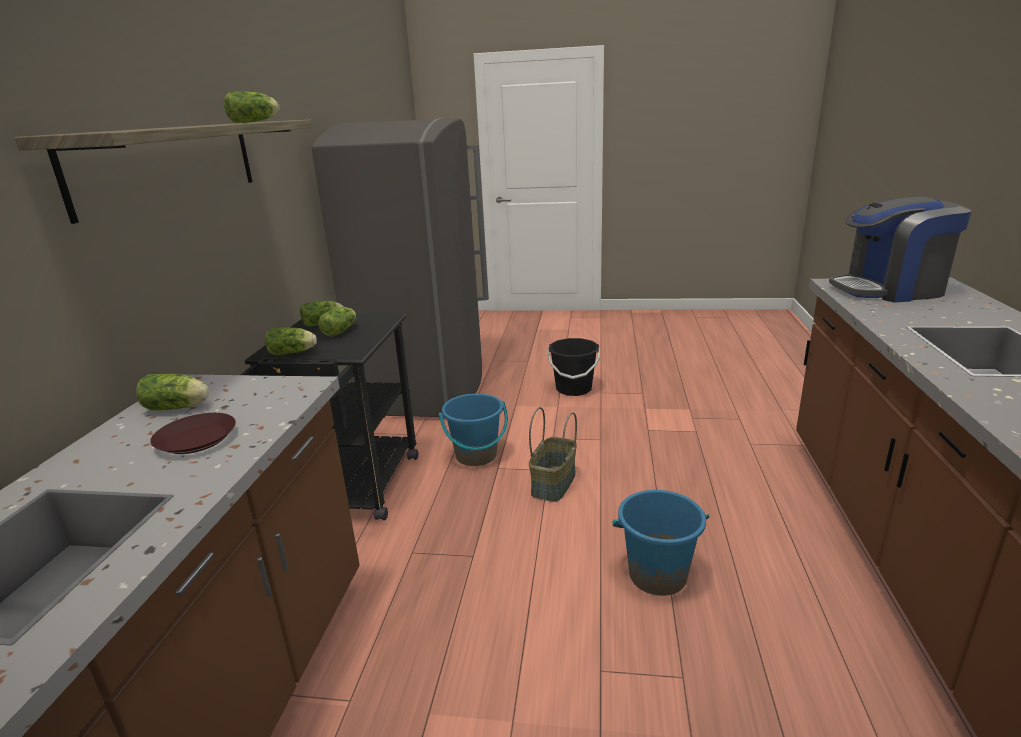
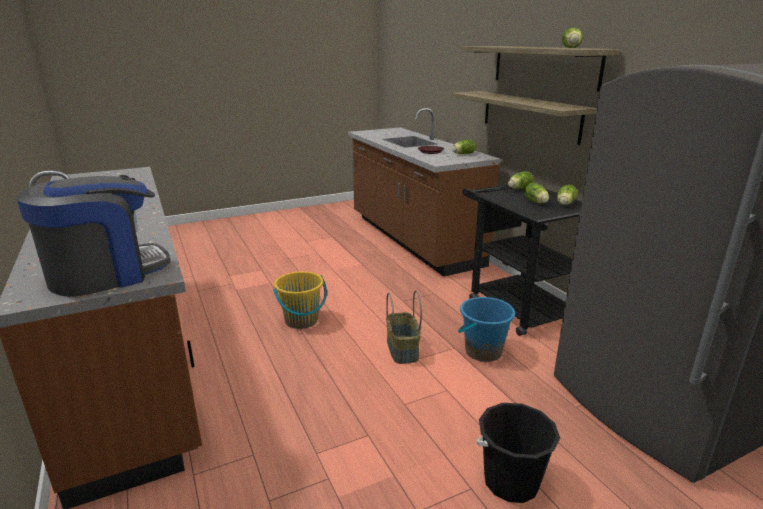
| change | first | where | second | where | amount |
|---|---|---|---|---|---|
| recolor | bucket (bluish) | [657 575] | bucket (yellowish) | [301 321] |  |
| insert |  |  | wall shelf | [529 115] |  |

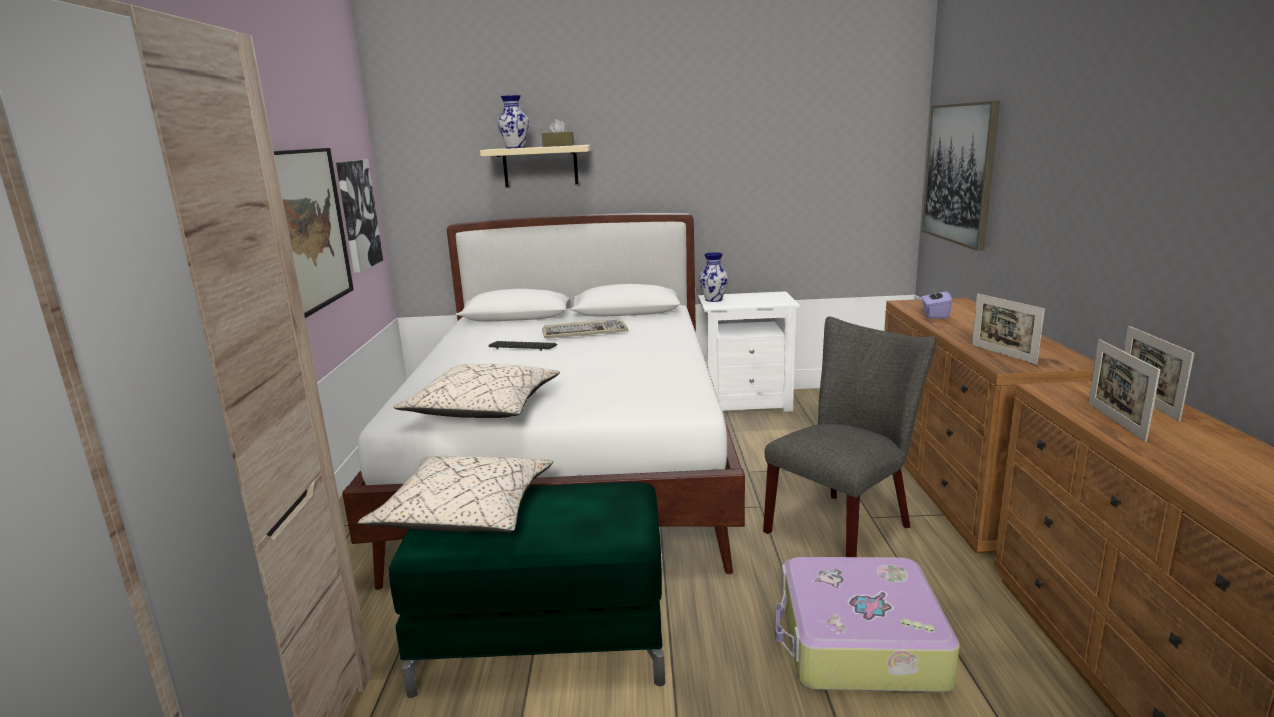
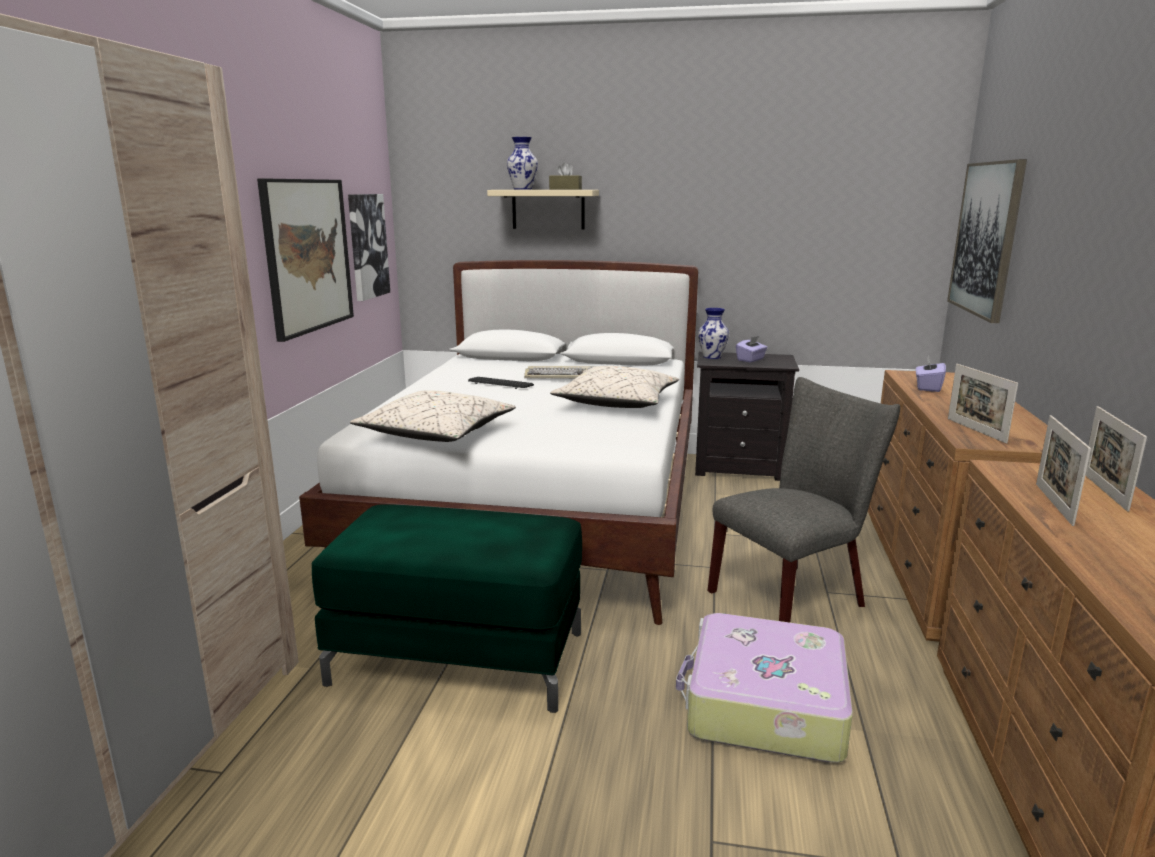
| change | first | where | second | where | amount |
|---|---|---|---|---|---|
| move | cushion (beige) | [466 513] |  | [616 403] |  |
| recolor | night table (white-coloured) | [747 402] | night table (black-coloured) | [739 467] |  |
| insert |  |  | tissue box (purple-coloured) | [751 360] |  |

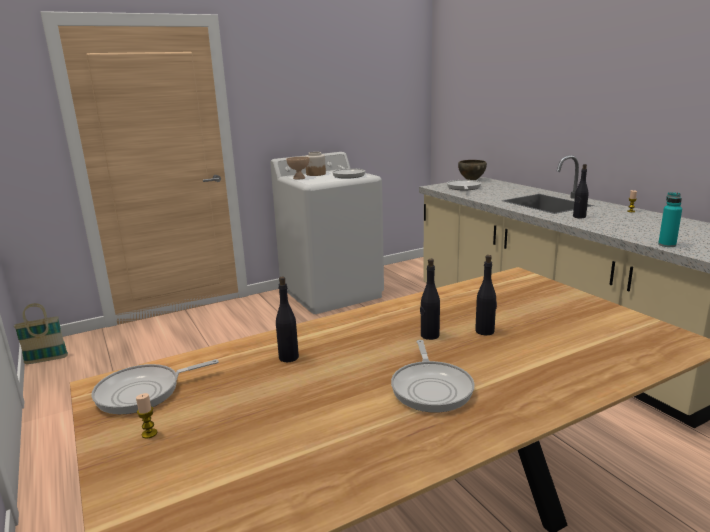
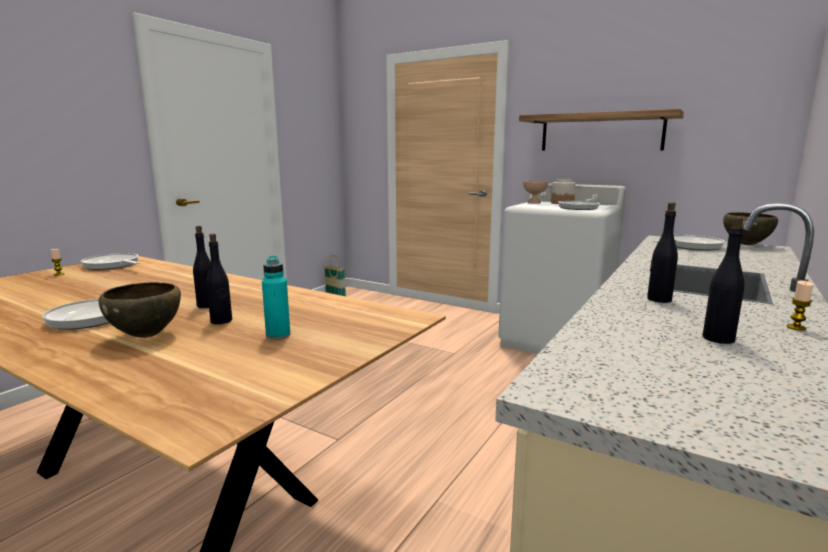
| change | first | where | second | where | amount |
|---|---|---|---|---|---|
| insert |  |  | serving bowl (brownish) | [147 336] |  |
| move | drink bottle (turquoise) | [667 245] |  | [278 335] |  |
| insert |  |  | wall shelf | [600 132] |  |
| move | drink bottle (black-coloured) | [288 357] |  | [718 338] |  |

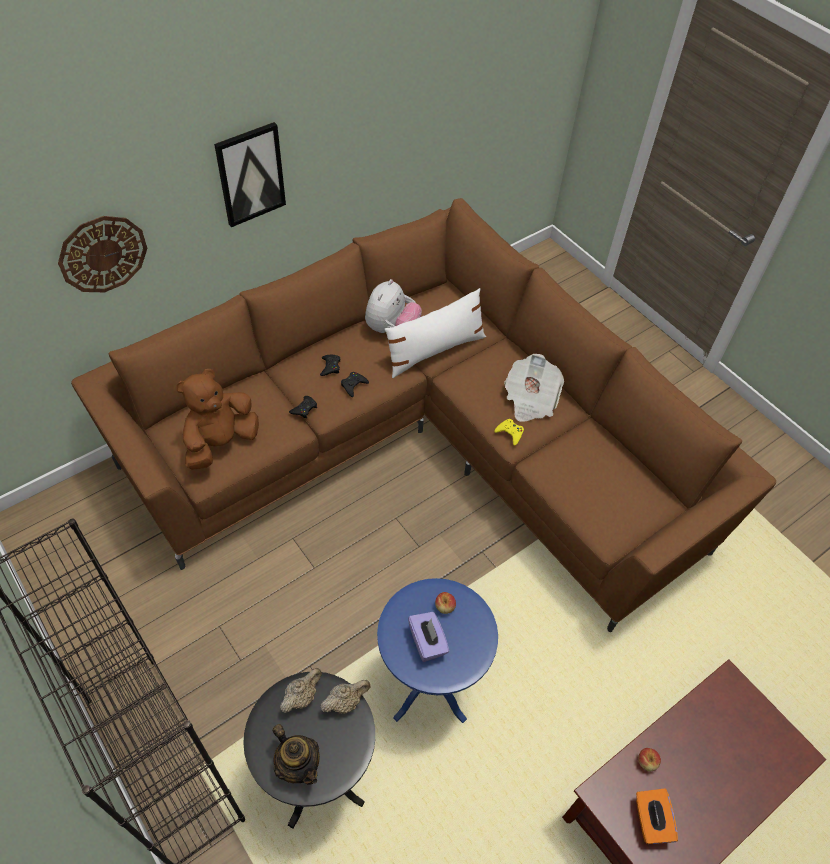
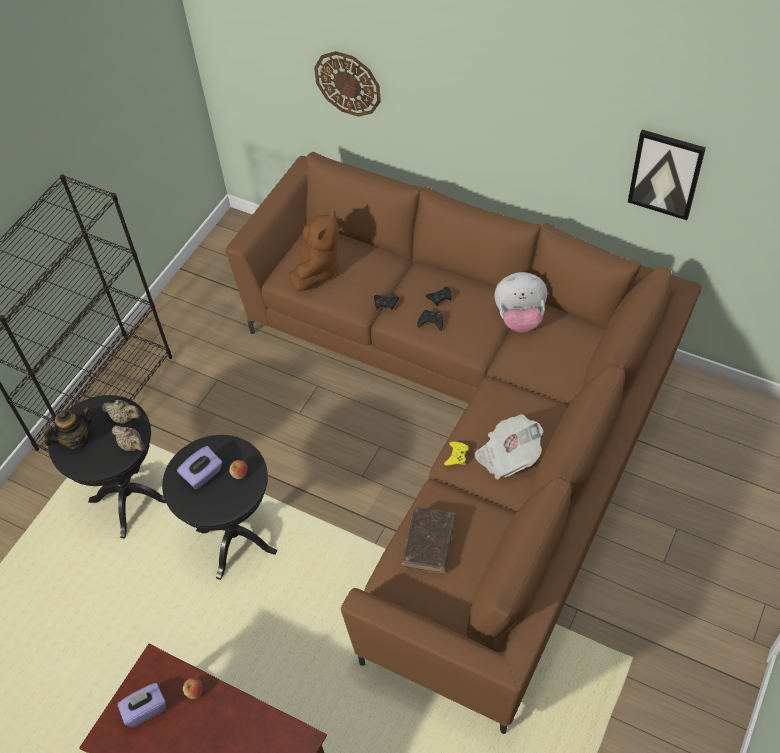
| change | first | where | second | where | amount |
|---|---|---|---|---|---|
| rotate | pot for tea | [298 764] |  | [75 440] | 150 degrees counterclockwise |
| recolor | tissue box (orange-coloured) | [650 820] | tissue box (purple-coloured) | [145 709] |  |
| recolor | end table (bluish) | [429 686] | end table (black-coloured) | [236 541] |  |
| rotate | soft toy (brownish) | [220 443] |  | [317 270] | 90 degrees clockwise |
| insert |  |  | bound book (brownish) | [429 543] |  |
| move | wall picture | [250 174] |  | [666 174] |  |
| delete | cushion (white-coloured) | [435 350] |  |  |  |

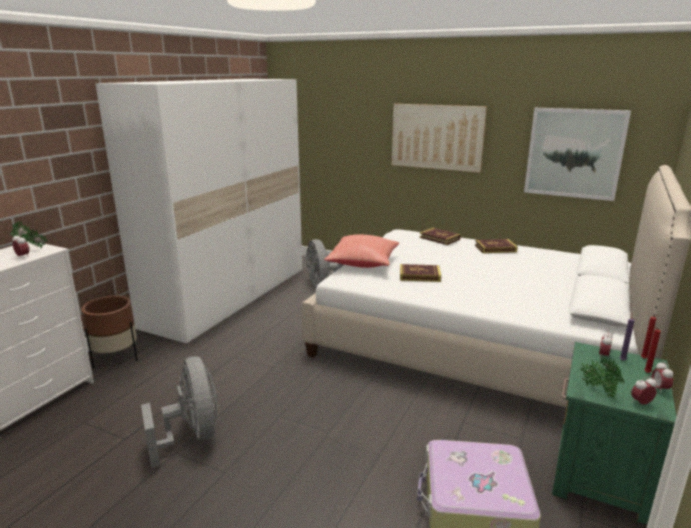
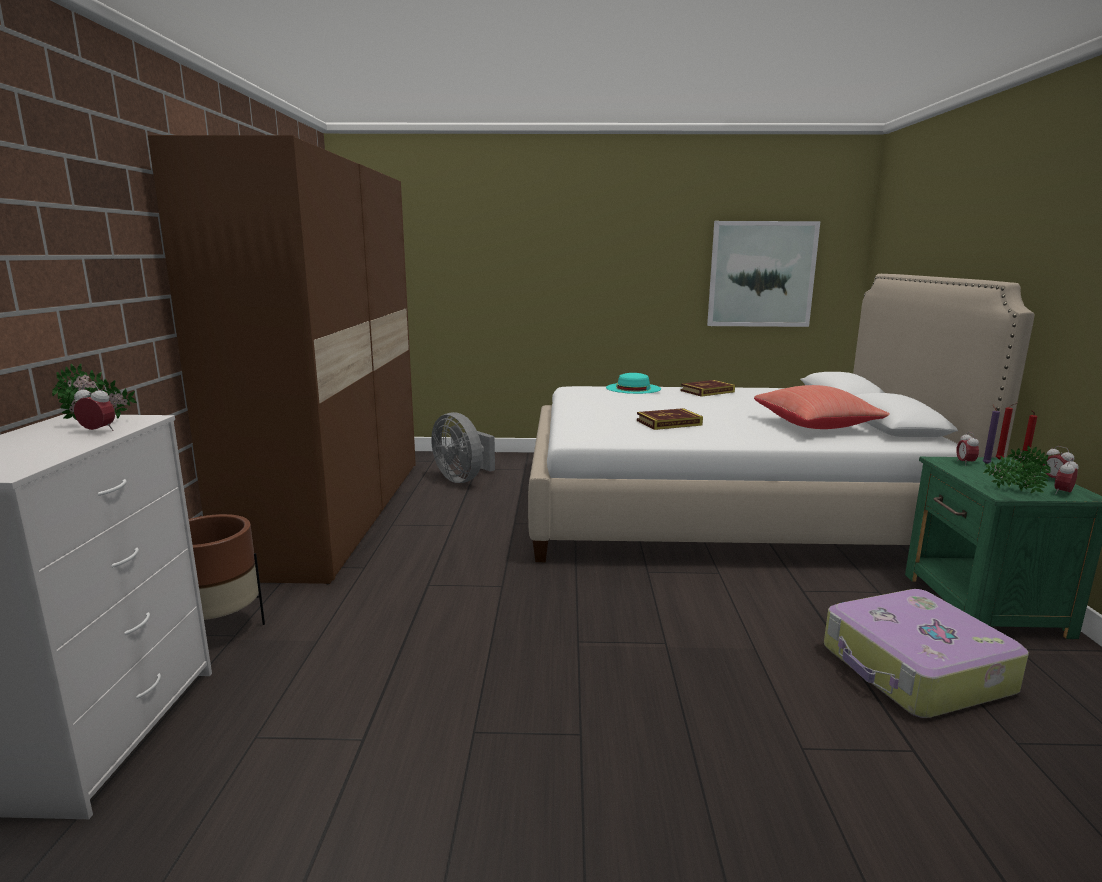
| change | first | where | second | where | amount |
|---|---|---|---|---|---|
| recolor | wardrobe (white-coloured) | [229 296] | wardrobe (brownish) | [335 513] |  |
| replace | bound book | [439 238] | clothing hat (turquoise) | [633 388] |  |
| move | cushion (red-coloured) | [363 264] |  | [817 426] |  |
| delete | fan (greyish) | [192 435] |  |  |  |
| delete | wall picture | [437 137] |  |  |  |

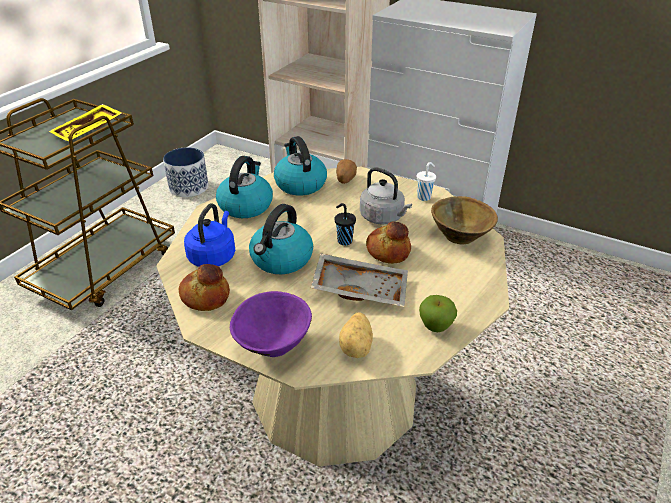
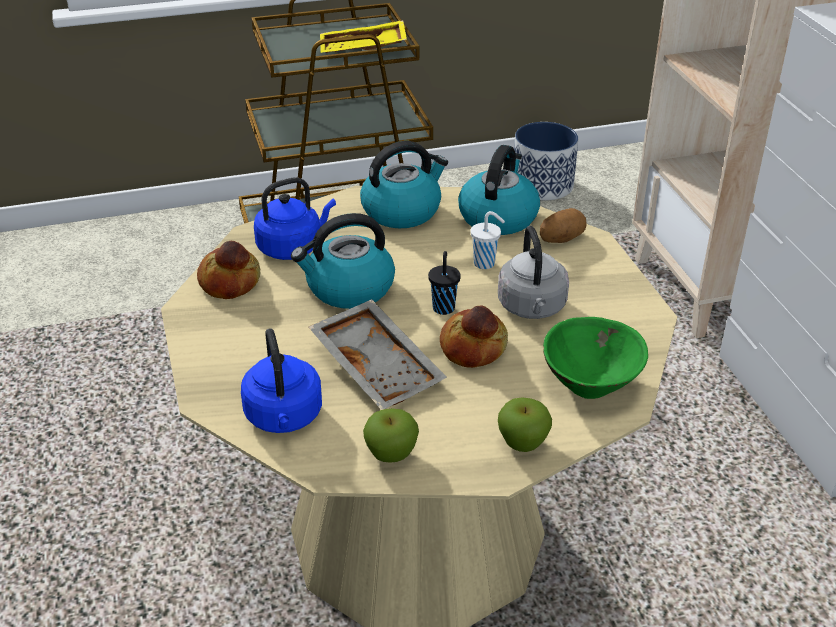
| change | first | where | second | where | amount |
|---|---|---|---|---|---|
| replace | spud | [357 347] | tea kettle (bluish) | [284 418] |  |
| move | cup (white-coloured) | [424 197] |  | [485 263] |  |
| insert |  |  | apple | [523 443] |  |
| recolor | serving bowl (brownish) | [460 236] | serving bowl (green) | [590 385] |  |
| delete | serving bowl (purple-coloured) | [274 343] |  |  |  |

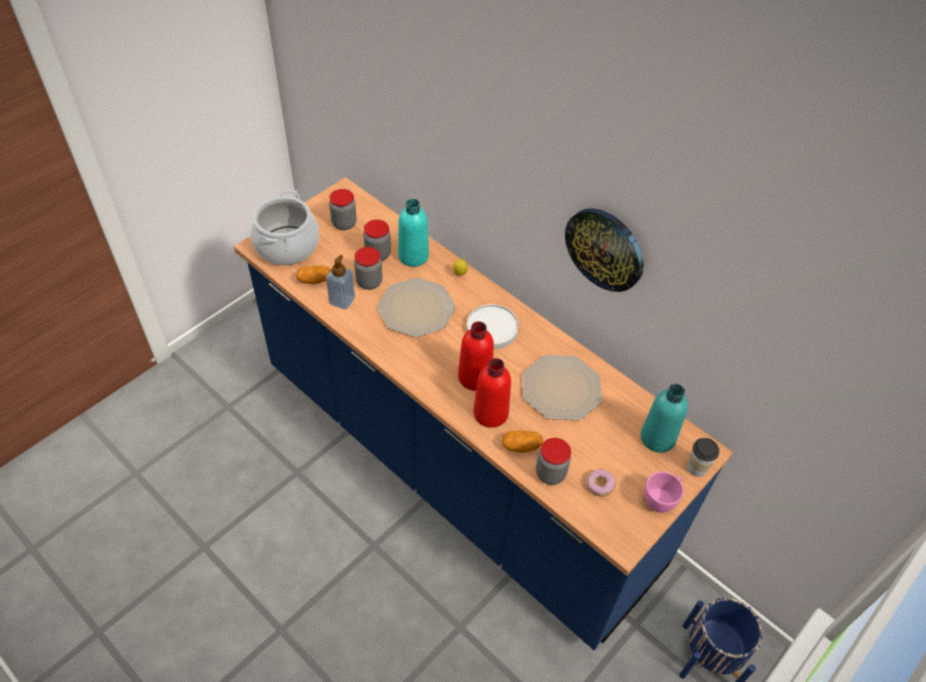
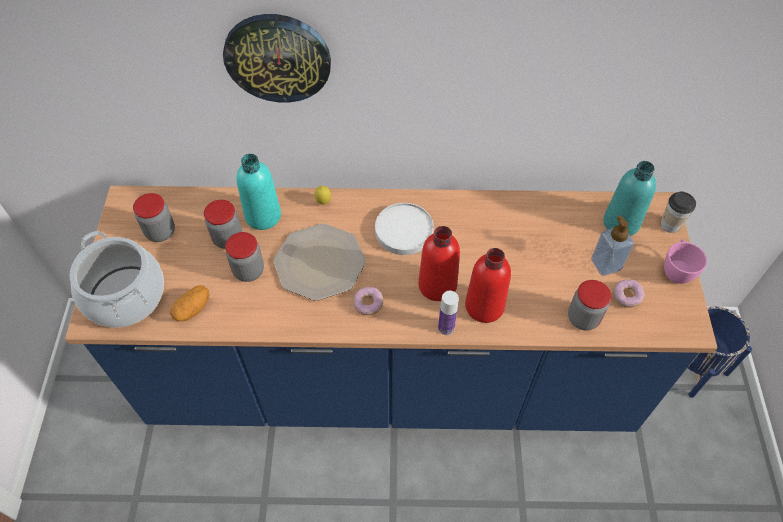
| change | first | where | second | where | amount |
|---|---|---|---|---|---|
| move | hanging clock | [605 249] |  | [277 57] |  |
| insert |  |  | donut | [368 304] |  |
| insert |  |  | drink bottle | [446 328] |  |
| move | soap dispenser | [342 300] |  | [606 264] |  |
| delete | spud | [521 446] |  |  |  |
| delete | dinner plate | [560 388] |  |  |  |

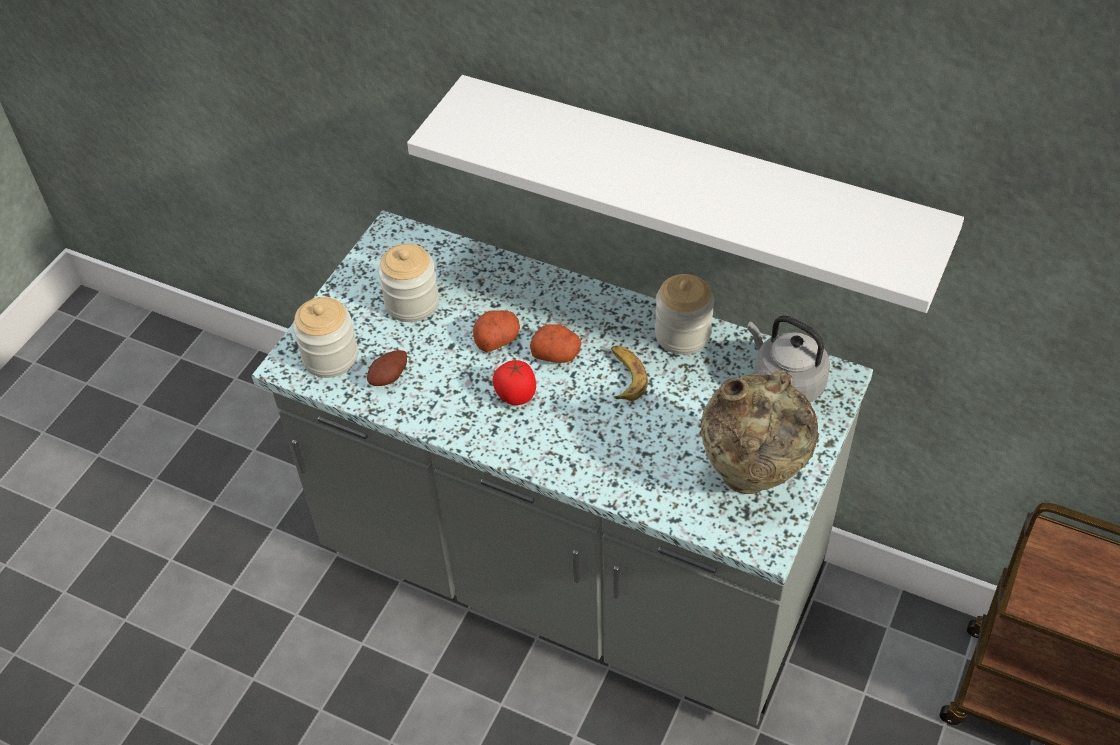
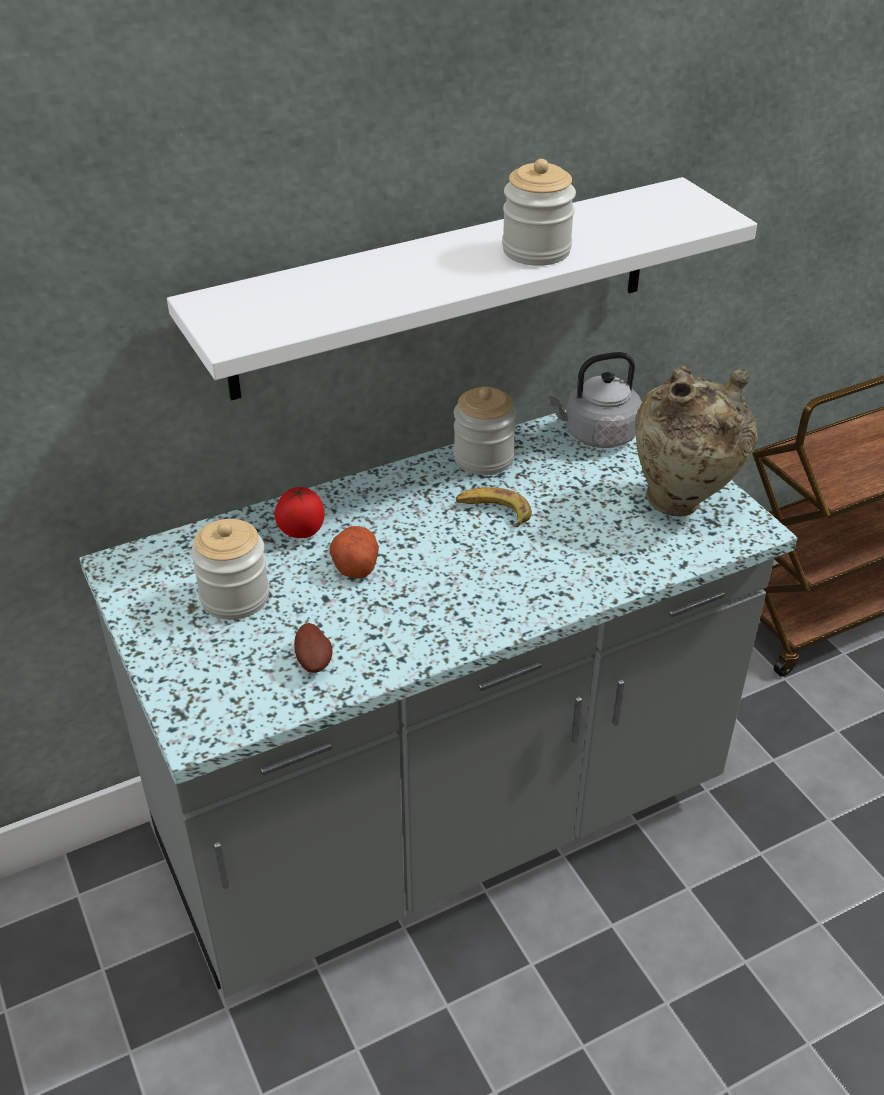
| change | first | where | second | where | amount |
|---|---|---|---|---|---|
| move | whole tomato | [516 396] |  | [301 532] |  |
| move | jar | [330 357] |  | [536 251] |  |
| delete | spud | [557 354] |  |  |  |

